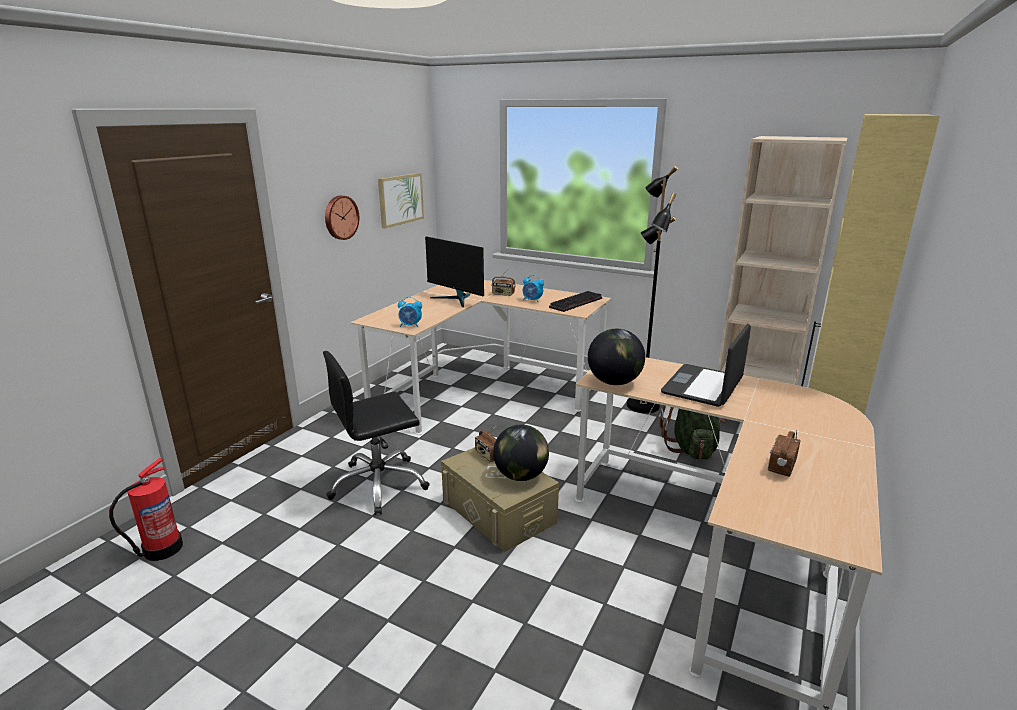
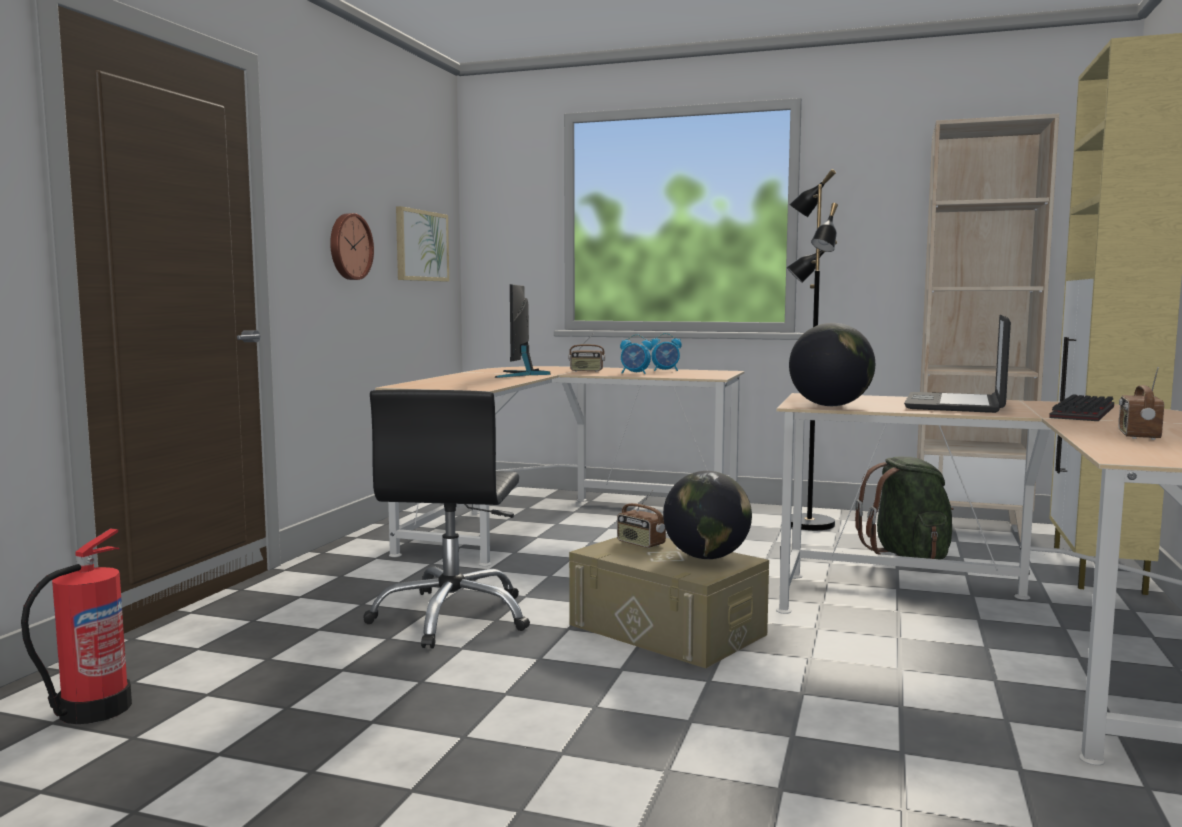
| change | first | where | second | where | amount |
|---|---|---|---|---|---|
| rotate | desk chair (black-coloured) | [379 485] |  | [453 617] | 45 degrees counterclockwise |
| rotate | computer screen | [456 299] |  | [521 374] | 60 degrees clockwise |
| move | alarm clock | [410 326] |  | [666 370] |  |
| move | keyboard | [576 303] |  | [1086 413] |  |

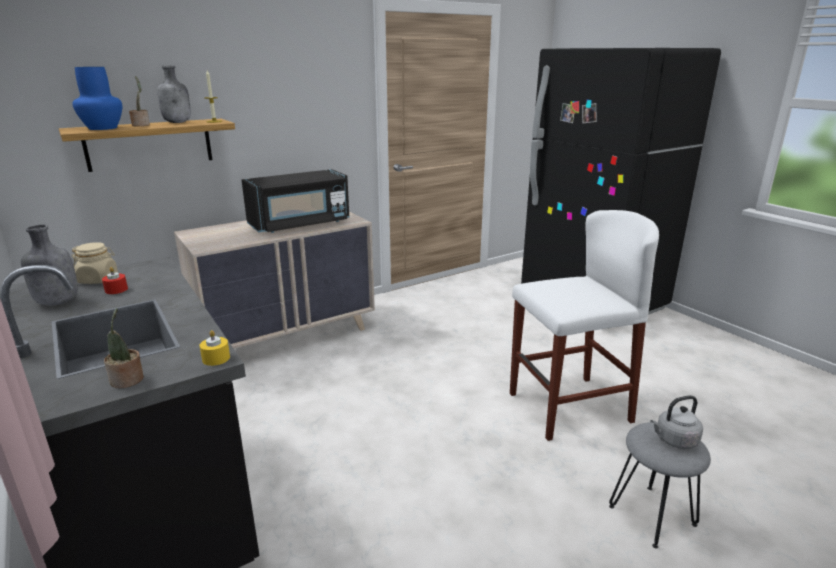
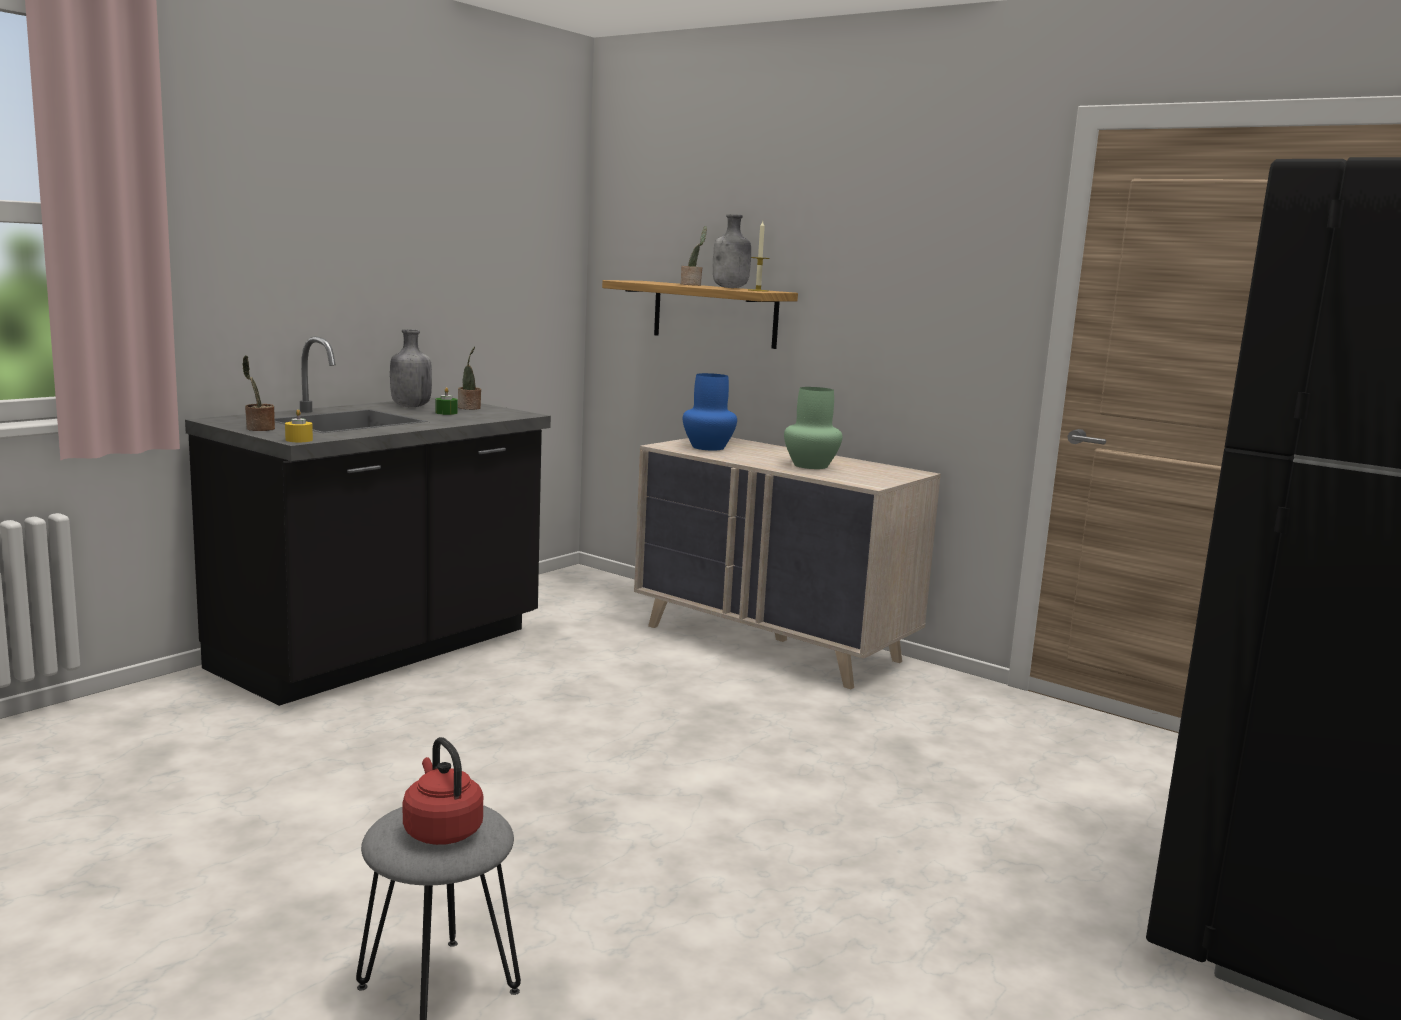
| change | first | where | second | where | amount |
|---|---|---|---|---|---|
| recolor | tea kettle (greyish) | [674 440] | tea kettle (red-coloured) | [441 830] |  |
| recolor | wax candle (red-coloured) | [116 290] | wax candle (green) | [446 413] |  |
| replace | jar (beige) | [98 279] | houseplant | [469 408] |  |
| move | vase (bluish) | [102 128] |  | [708 447] |  |
| replace | microwave oven (black-coloured) | [300 224] | vase (green) | [811 465] |  |
| delete | stool (white-coloured) | [569 407] |  |  |  |

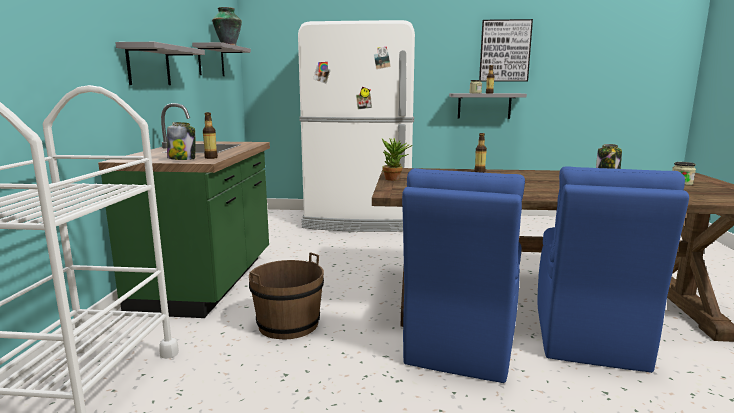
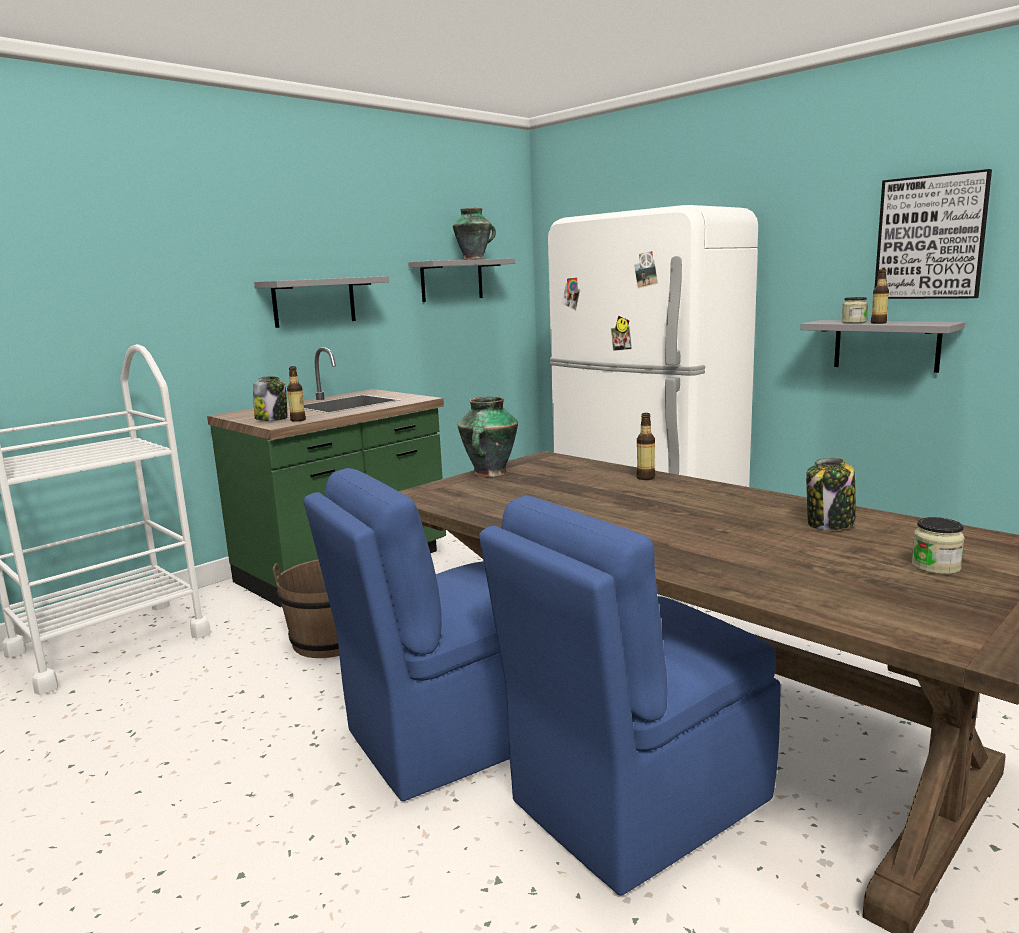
| change | first | where | second | where | amount |
|---|---|---|---|---|---|
| replace | houseplant | [395 179] | vase | [489 473] |  |

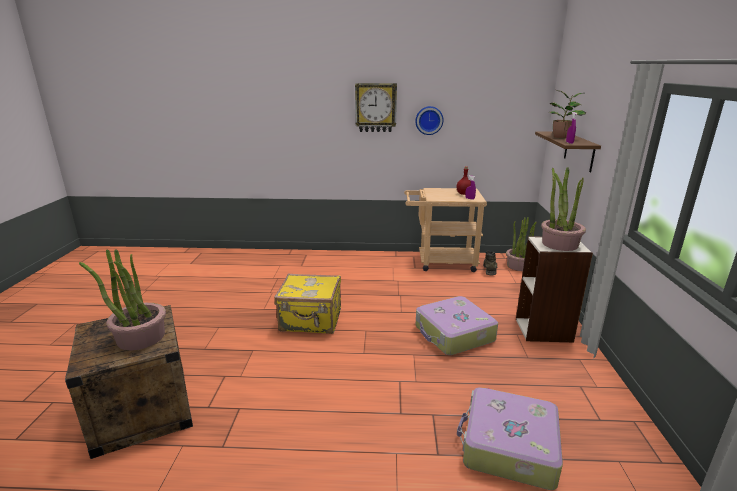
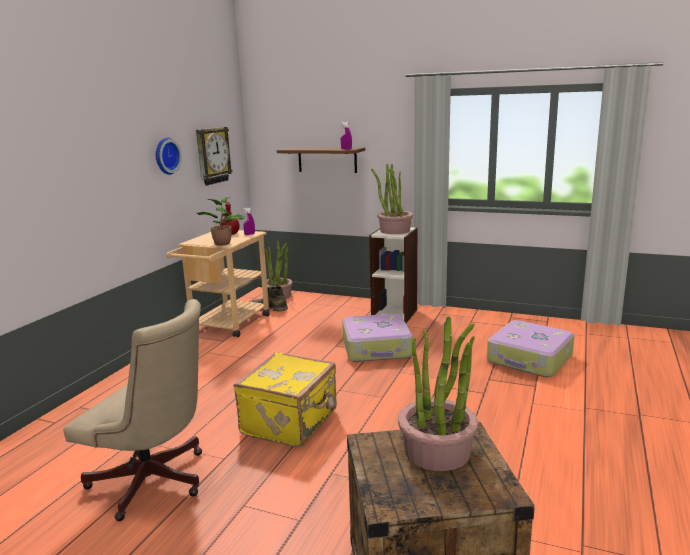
| change | first | where | second | where | amount |
|---|---|---|---|---|---|
| insert |  |  | desk chair (beige) | [155 483] |  |
| move | hanging clock | [376 107] |  | [212 155] |  |
| move | houseplant | [562 137] |  | [223 243] |  |

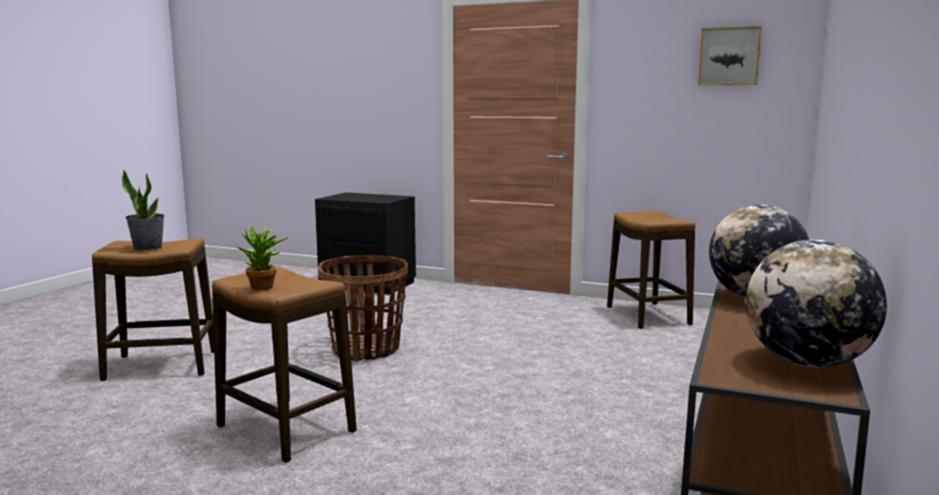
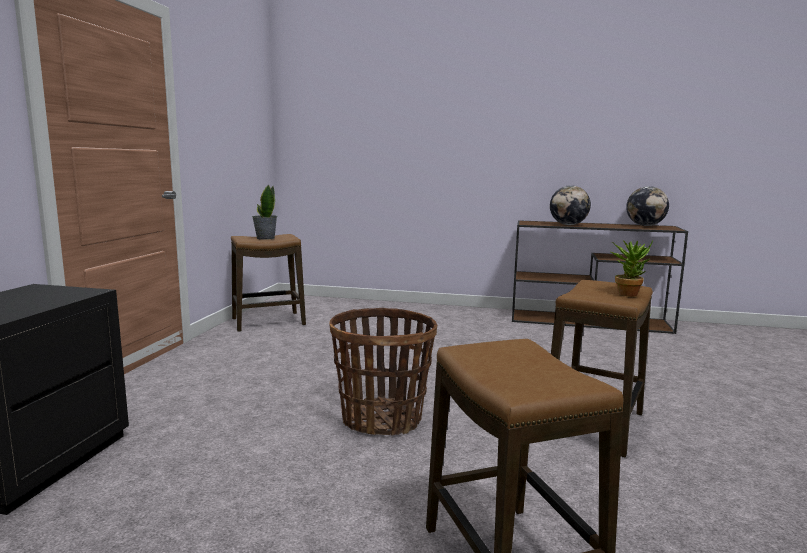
| change | first | where | second | where | amount |
|---|---|---|---|---|---|
| move | houseplant | [148 248] |  | [265 238] |  |
| delete | wall picture | [729 56] |  |  |  |

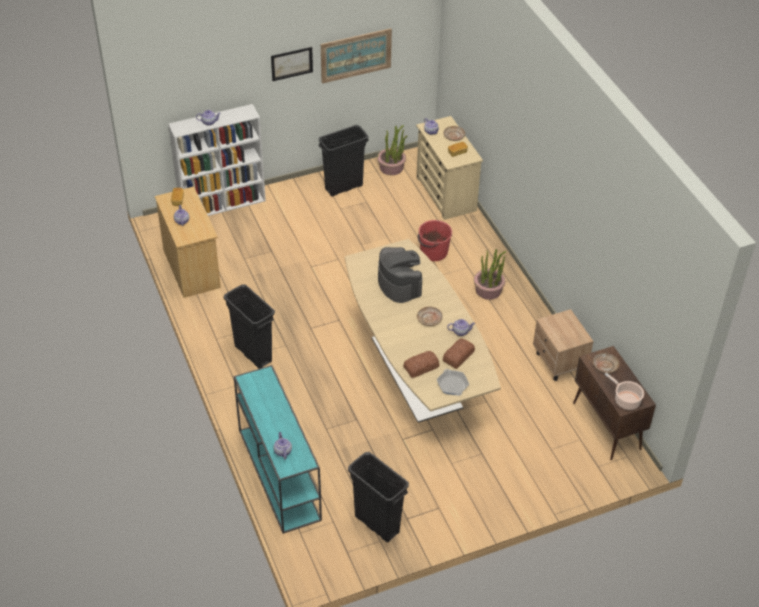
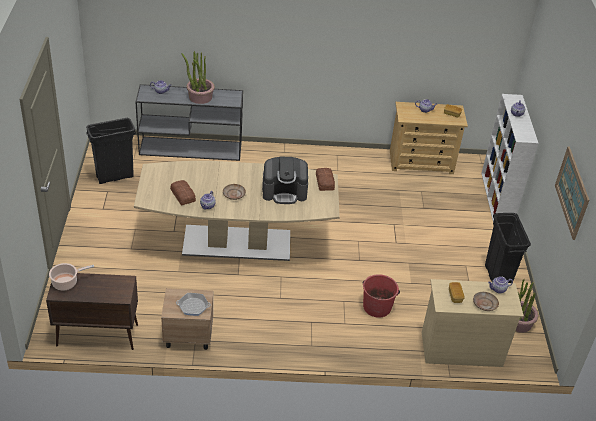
| change | first | where | second | where | amount |
|---|---|---|---|---|---|
| recolor | console table (turquoise) | [278 473] | console table (greyish) | [192 148] |  |
| move | frying pan | [452 385] |  | [193 306] |  |
| move | houseplant | [488 290] |  | [200 97] |  |
| move | baked bread | [422 367] |  | [324 182] |  |
| delete | waste bin (black-coloured) | [253 353] |  |  |  |
| delete | wall picture | [291 63] |  |  |  |
| delete | dinner plate (beige) | [605 365] |  |  |  |

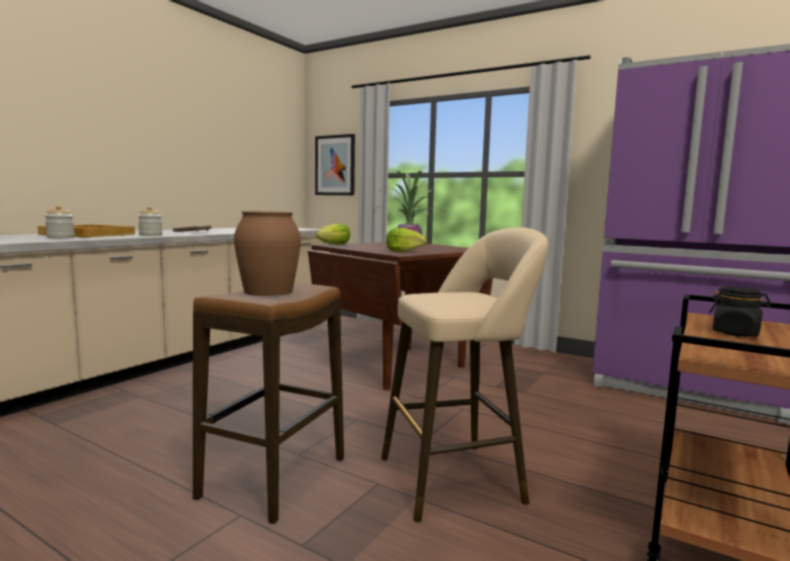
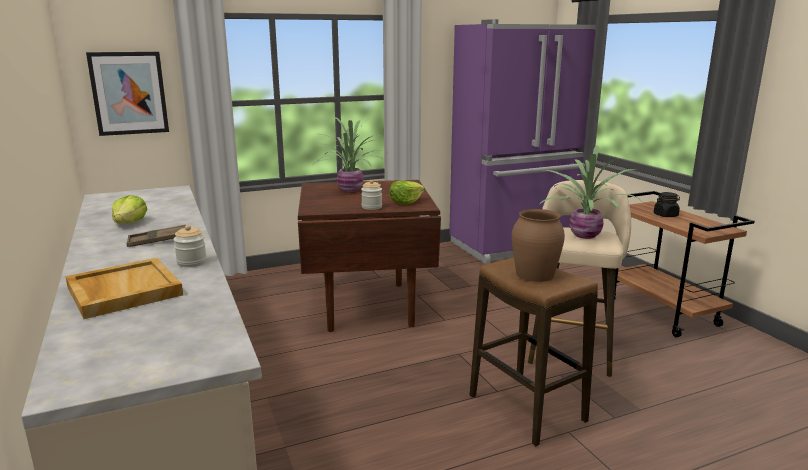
| change | first | where | second | where | amount |
|---|---|---|---|---|---|
| move | head of lettuce | [334 245] |  | [130 223] |  |
| move | jar | [60 237] |  | [372 207] |  |
| insert |  |  | houseplant | [583 235] |  |

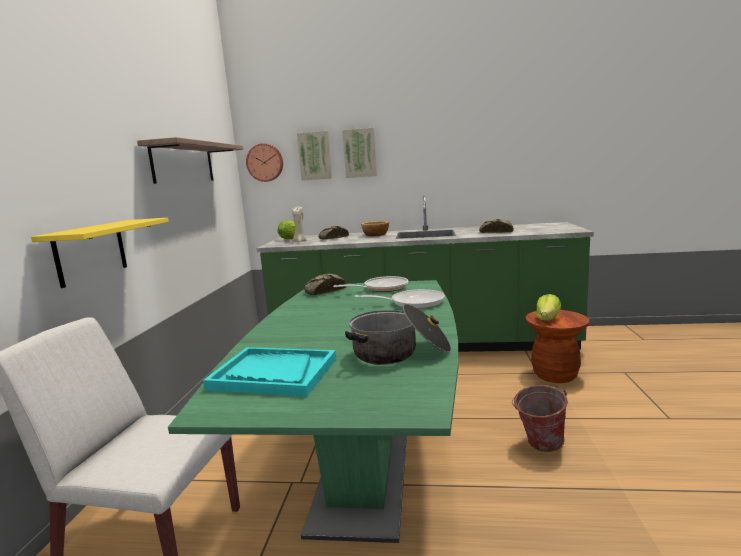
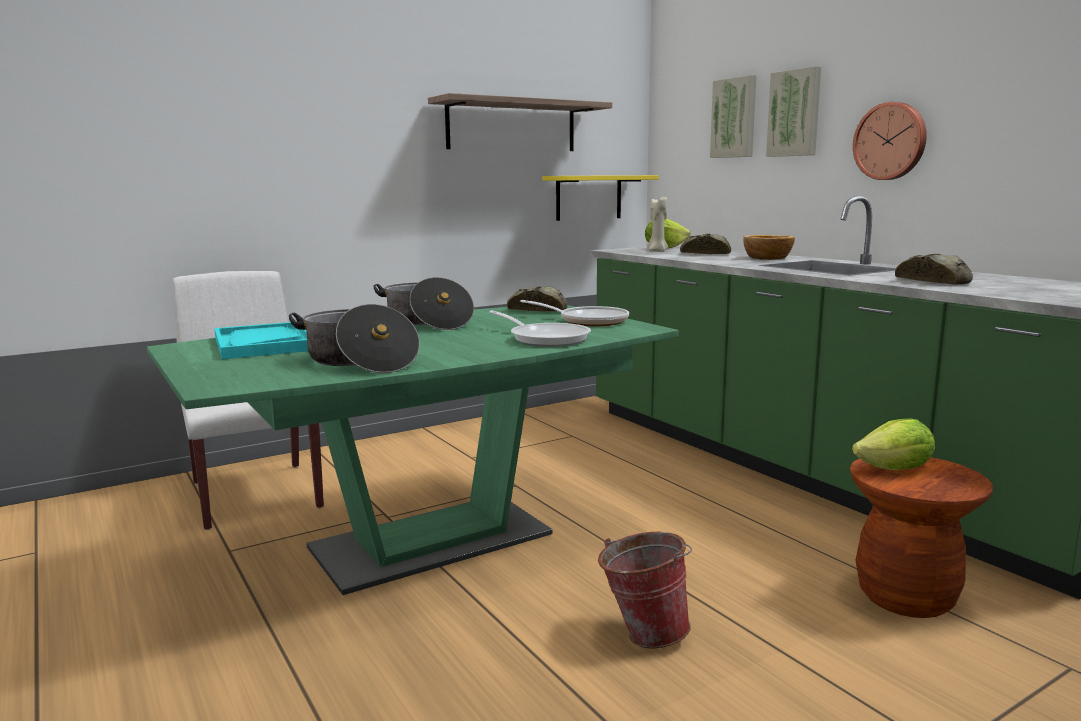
| change | first | where | second | where | amount |
|---|---|---|---|---|---|
| insert |  |  | cooking pot | [427 322] |  |
| move | wall shelf (yellowish) | [91 252] |  | [588 197] |  |
| move | hanging clock | [265 162] |  | [891 141] |  |

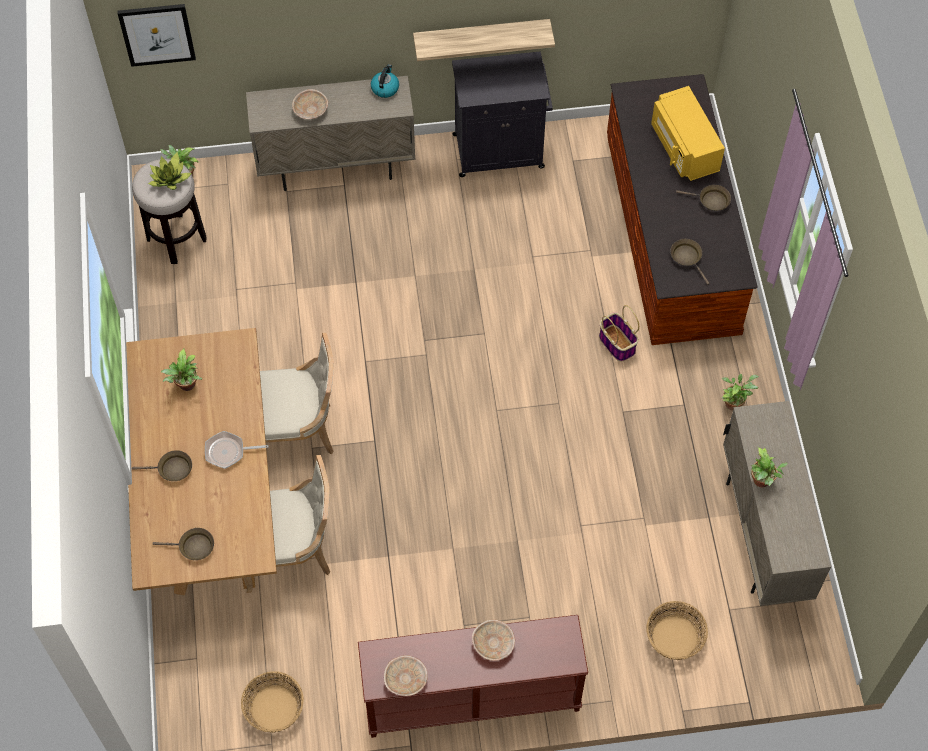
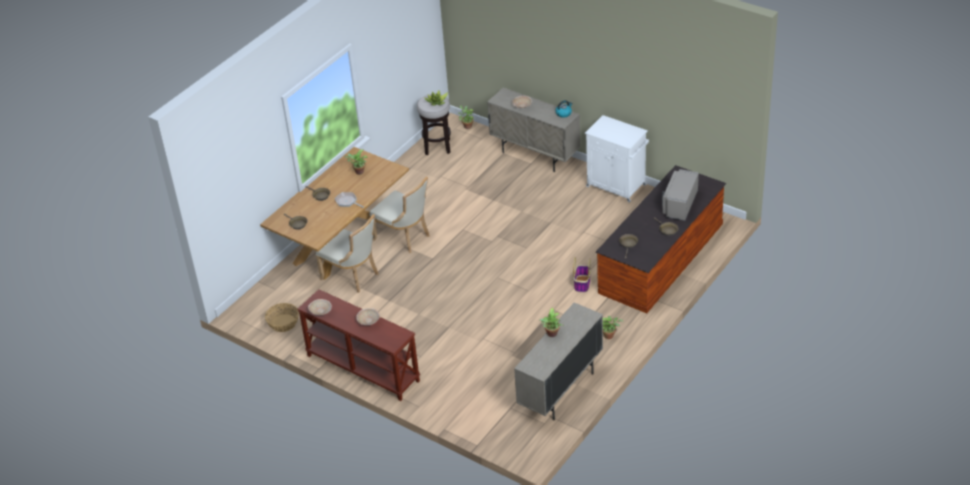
| change | first | where | second | where | amount |
|---|---|---|---|---|---|
| recolor | cabinet (black-coloured) | [500 151] | cabinet (white-coloured) | [617 186] |  |
| recolor | microwave oven (yellowish) | [683 147] | microwave oven (greyish) | [679 204] |  |
| delete | wall picture | [157 34] |  |  |  |
| delete | wall shelf | [481 36] |  |  |  |
| delete | household basket | [674 637] |  |  |  |

